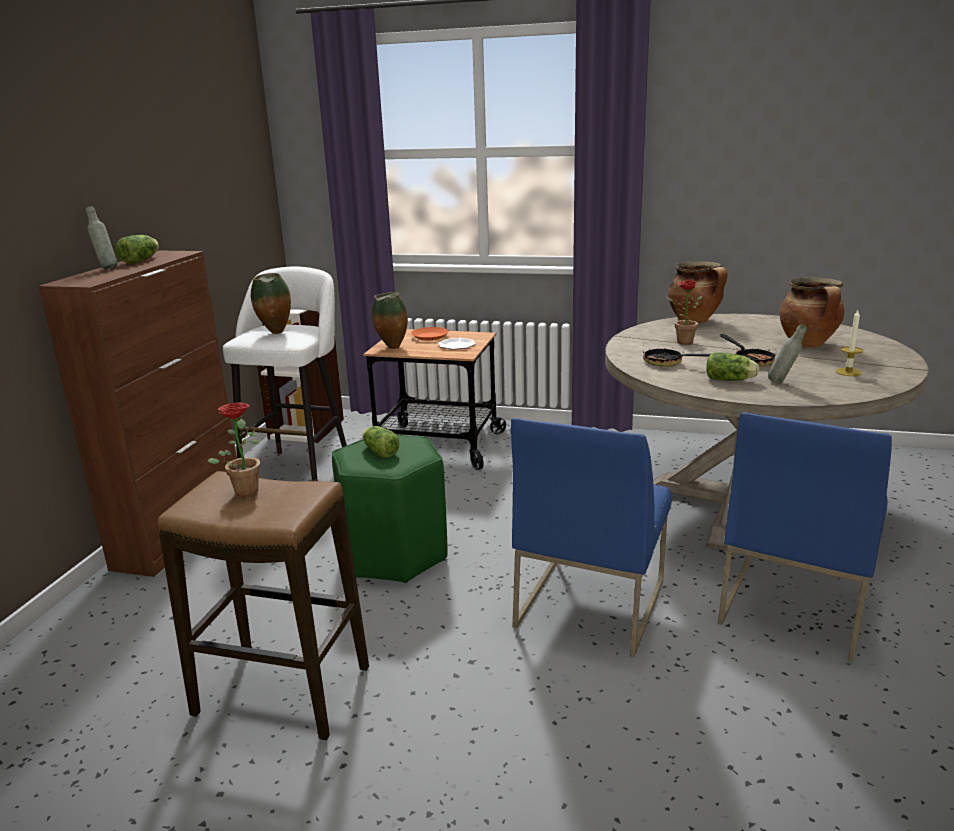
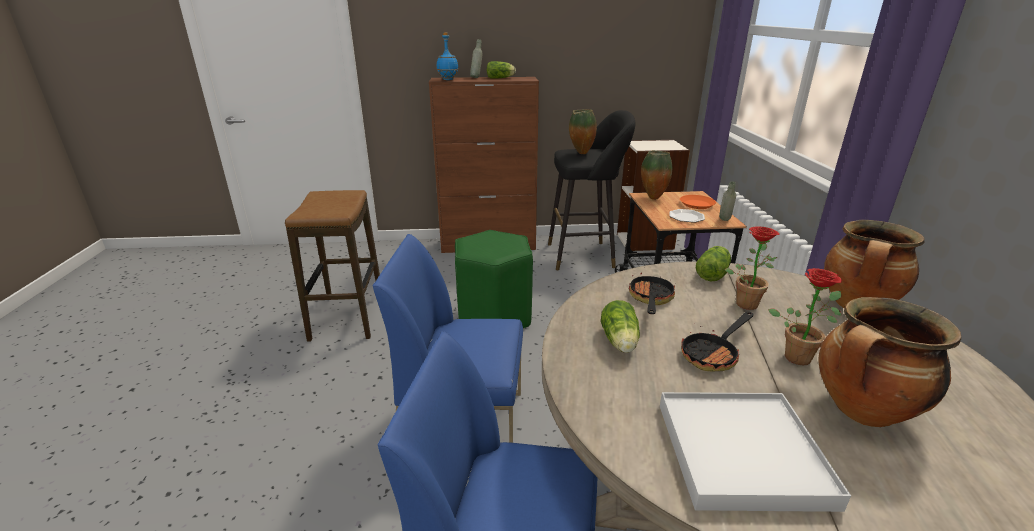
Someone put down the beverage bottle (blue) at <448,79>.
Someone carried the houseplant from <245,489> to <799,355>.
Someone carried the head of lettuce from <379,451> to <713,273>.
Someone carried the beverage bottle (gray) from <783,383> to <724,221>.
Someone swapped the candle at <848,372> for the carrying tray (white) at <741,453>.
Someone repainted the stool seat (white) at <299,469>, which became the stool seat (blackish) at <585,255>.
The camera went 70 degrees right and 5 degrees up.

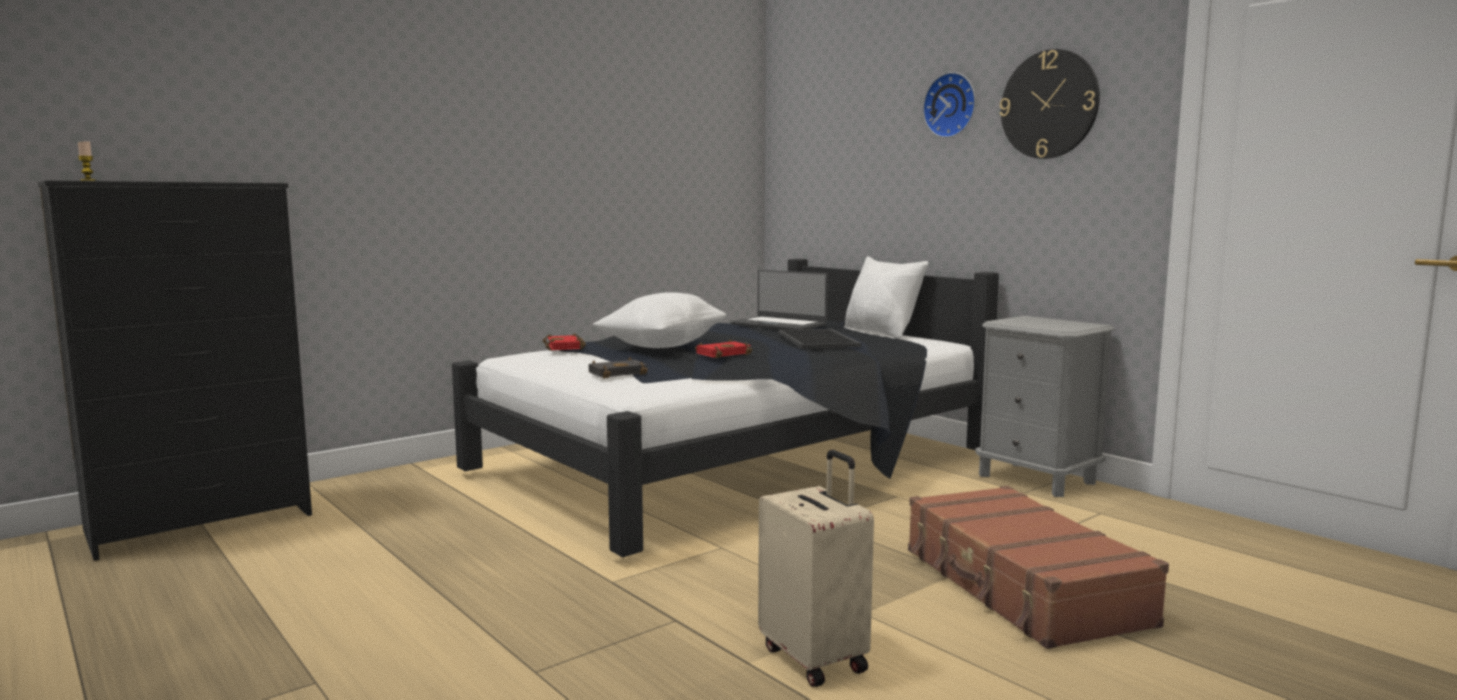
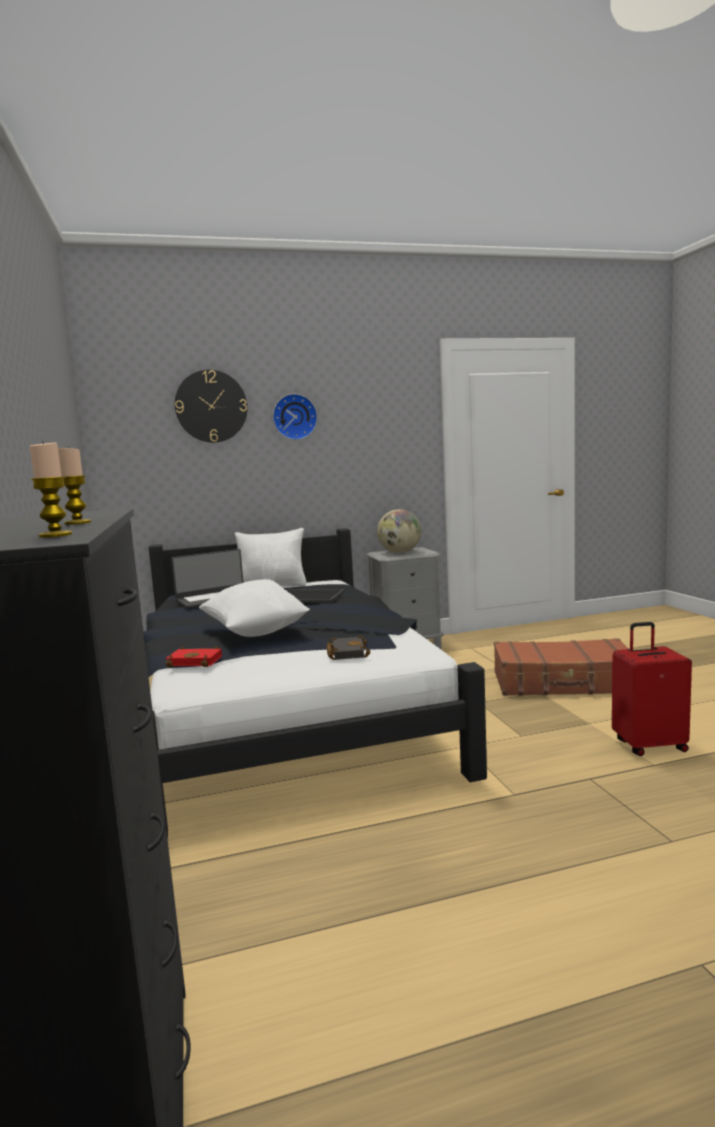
Someone took away the volume (red-coloured) at <723,353>.
Someone put down the candle at <77,523>.
Someone put down the desk globe at <400,553>.
Someone carried the clock on the wall from <1049,104> to <211,406>.
Someone repainted the piece of luggage (beige) at <816,658>, which became the piece of luggage (red-coloured) at <649,745>.
The camera went 65 degrees left and 0 degrees up.

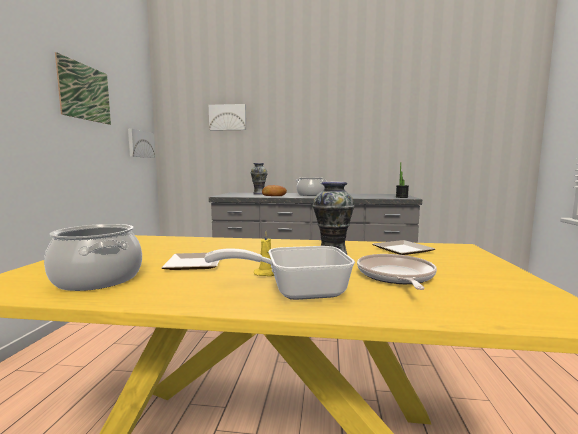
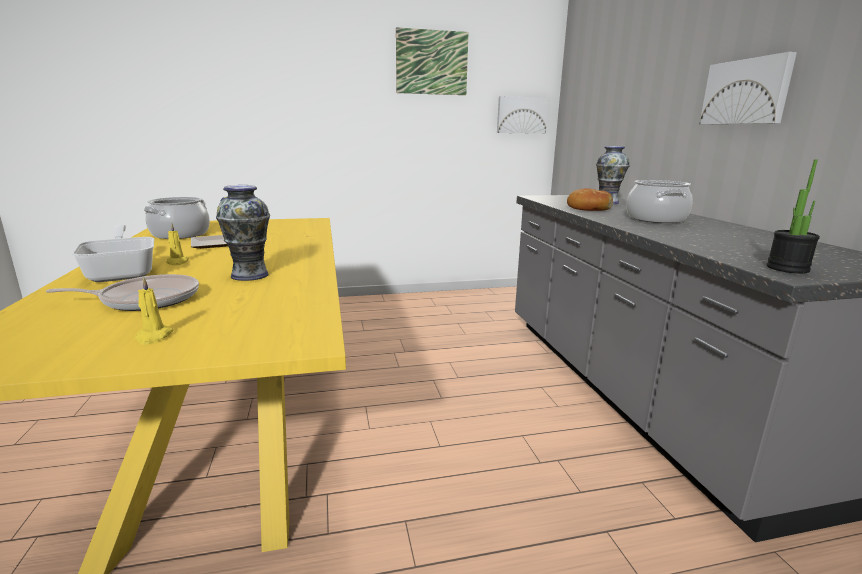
Someone took away the flat dish at <400,250>.
Someone put down the candle (yellow) at <153,337>.
Someone carried the wall picture from <228,117> to <746,92>.
The camera went 70 degrees right and 10 degrees up.

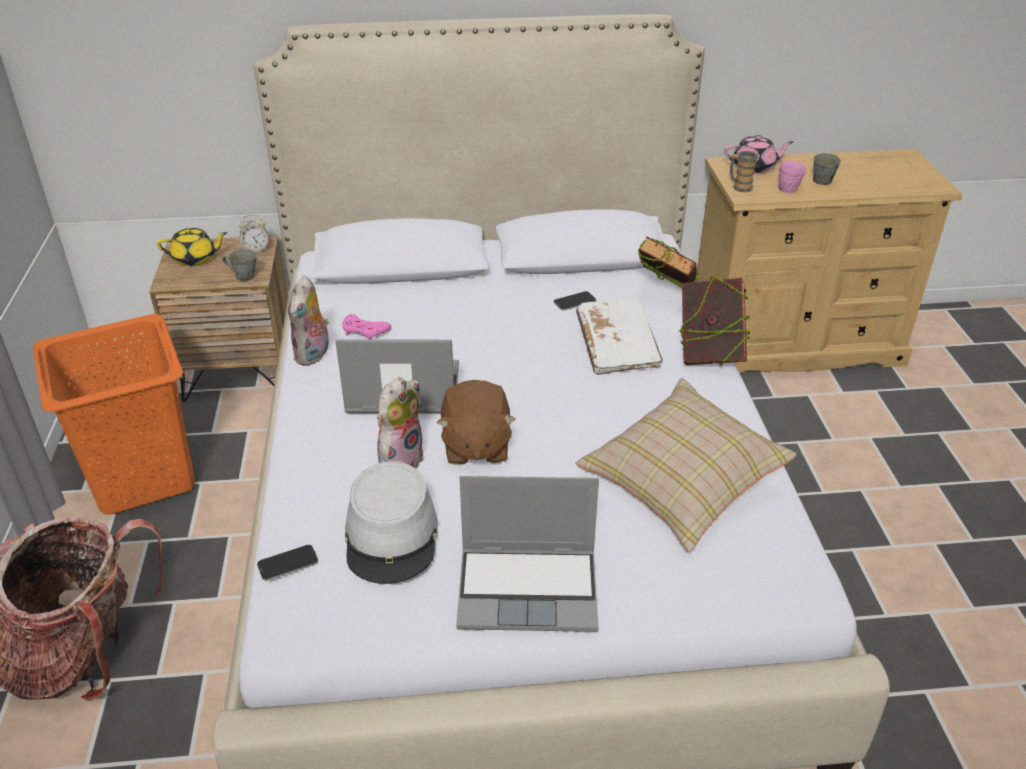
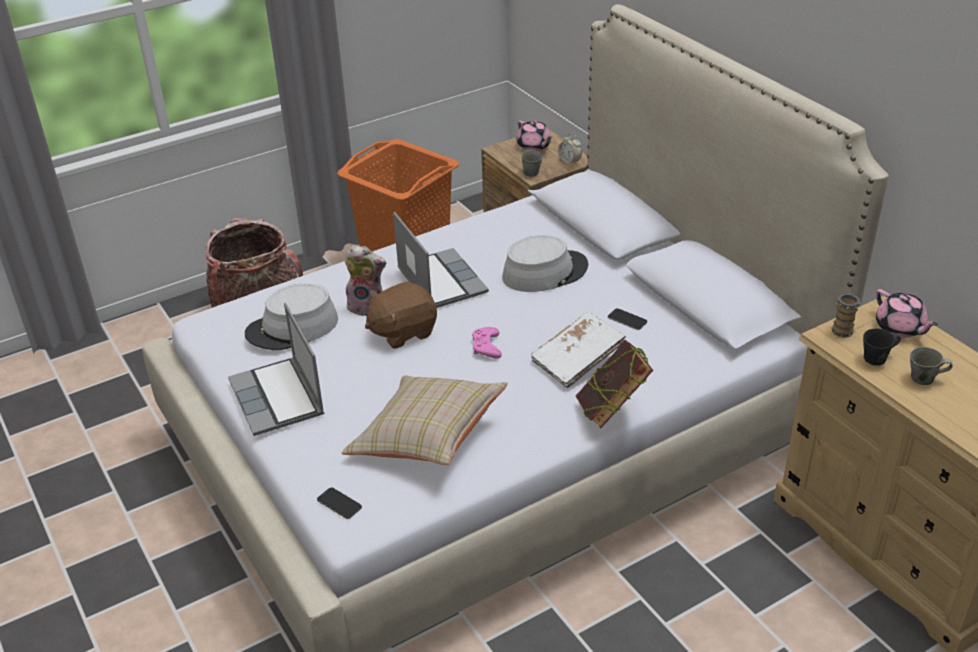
Someone took away the soft toy at <313,355>.
Someone took away the volume at <665,296>.
Someone put down the clothing hat (gray) at <545,272>.
Someone carried the telephone from <288,563> to <339,504>.
Someone carried the game controller (pink) from <365,331> to <486,346>.
Someone repainted the pot for tea (yellow) at <195,259>, which became the pot for tea (pink) at <534,146>.
Someone repainted the coffee mug (pink) at <788,188>, which became the coffee mug (blackish) at <876,359>.
The camera went 65 degrees right and 0 degrees up.

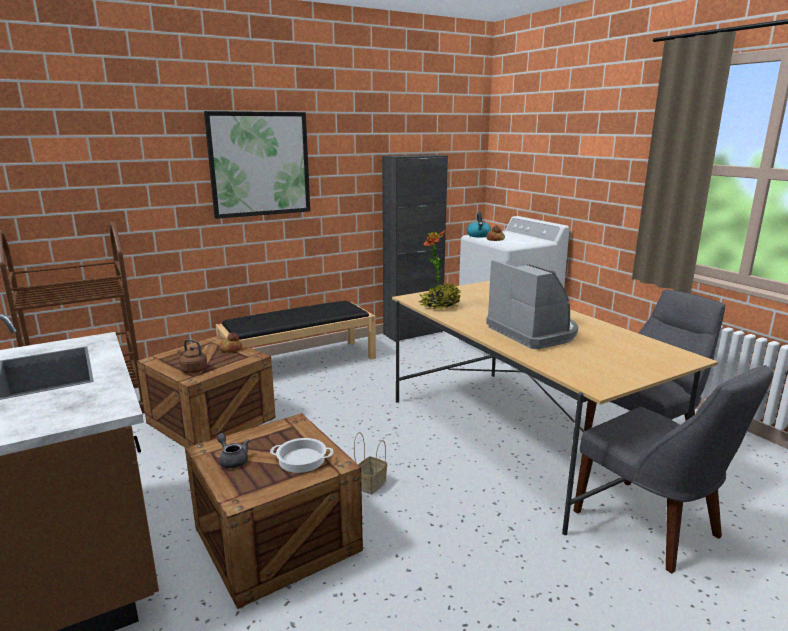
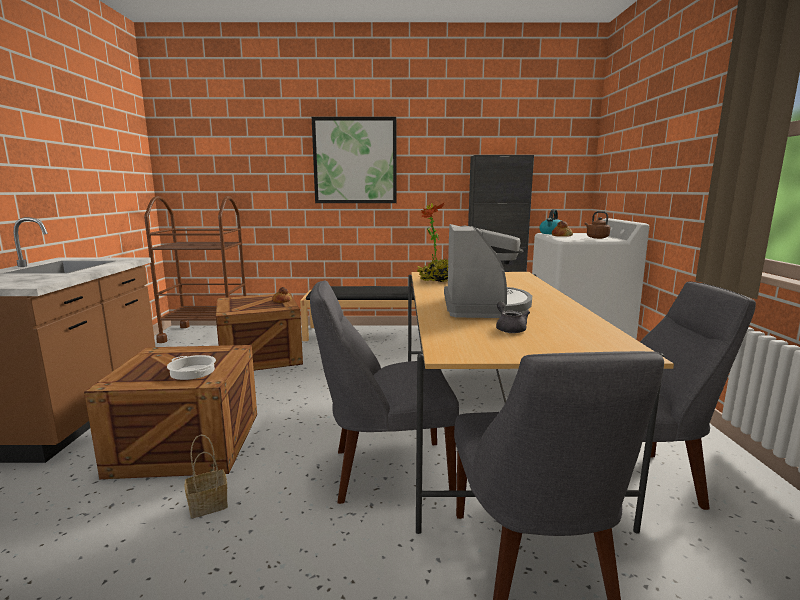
Someone put down the chair (gray) at <385,471>.
Someone carried the tea kettle (brown-coloured) from <193,370> to <596,238>.
Someone carried the pot for tea (gray) from <232,460> to <509,328>.
Someone carried the storage basket from <370,483> to <209,504>.
The camera went 30 degrees right and 5 degrees down.

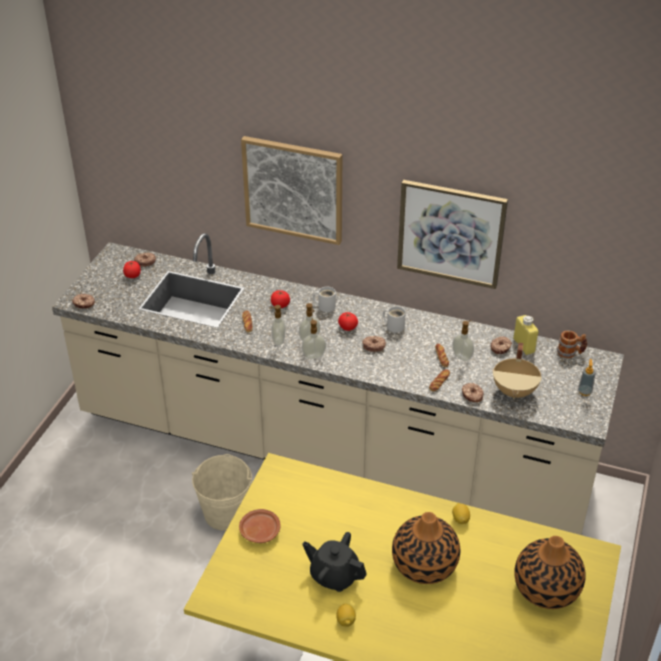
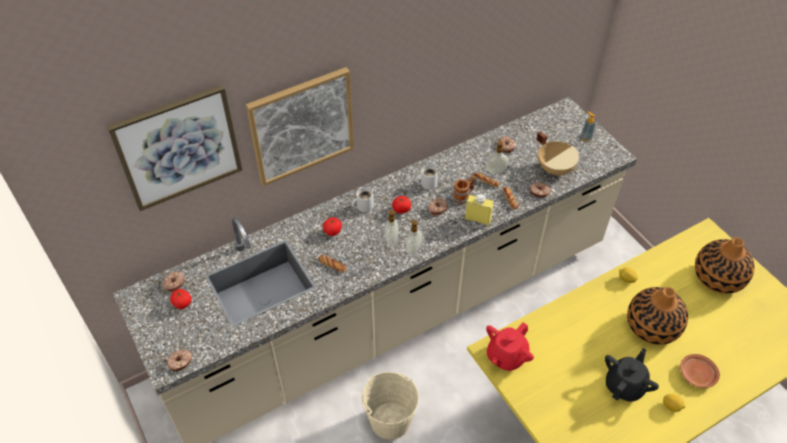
Someone took away the soap bottle at <278,341>.
Someone put down the pot for tea (red-coloured) at <506,356>.
Someone carried the flat dish (brown-coloured) from <260,531> to <696,374>.
Someone carried the wall picture from <451,233> to <178,147>.
Someone carried the beverage bottle (yellow) from <524,345> to <477,219>.
Someone carried the coffee mug from <570,353> to <463,196>.
Someone rotated the pot for tea (blackish) at <334,576> by 150 degrees clockwise.
The camera went 50 degrees left and 10 degrees up.

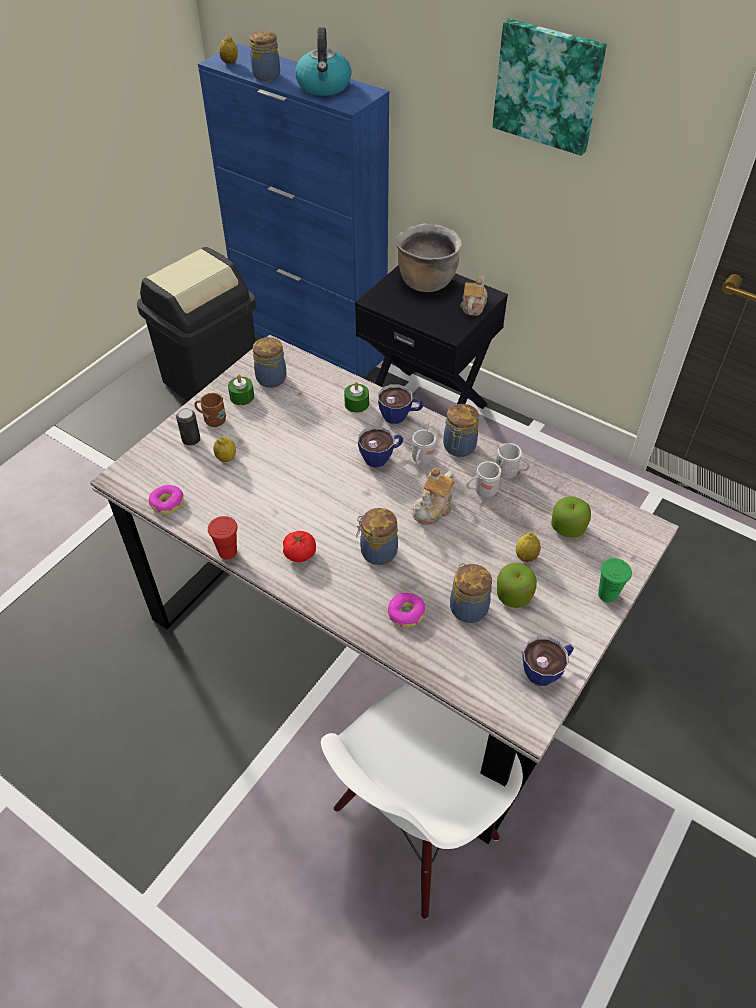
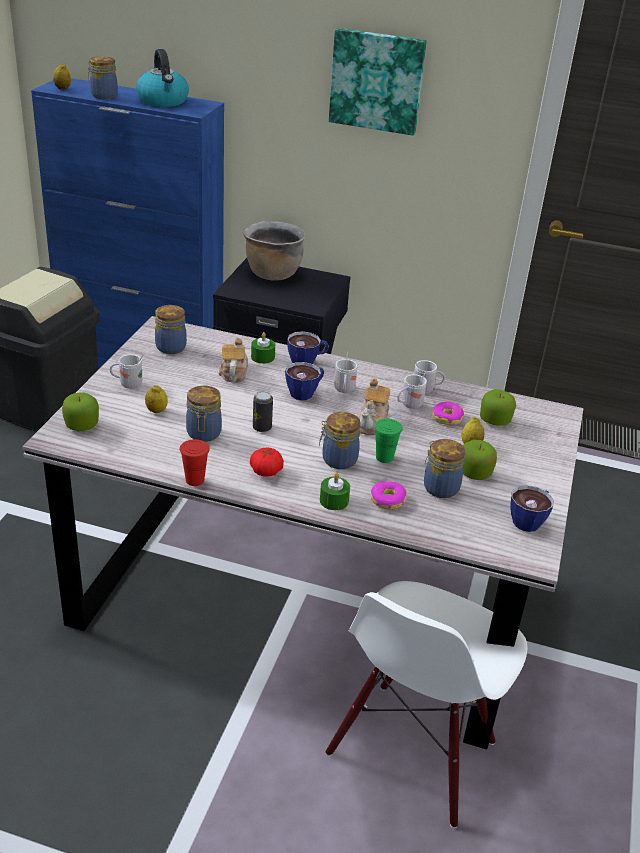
Someone put down the apple at <82,425>.
Someone carried the doughnut from <167,503> to <447,418>.
Someone carried the can from <191,440> to <262,427>.
Someone carried the candle (greenish) from <242,396> to <334,500>.
Someone carried the storage jar from <459,447> to <203,434>.
Someone carried the pot for tea from <473,306> to <233,373>.
Someone carried the cup (greenish) from <607,594> to <384,457>.
Someone repainted the coffee mug (brown-coloured) at <212,420>, which became the coffee mug (white) at <127,384>.
The camera went 20 degrees left and 15 degrees down.

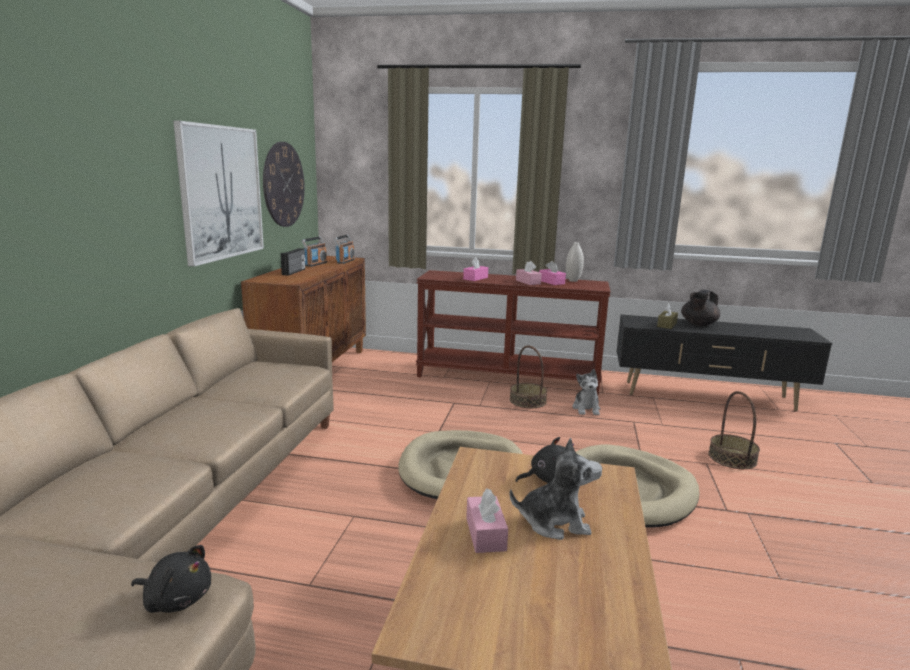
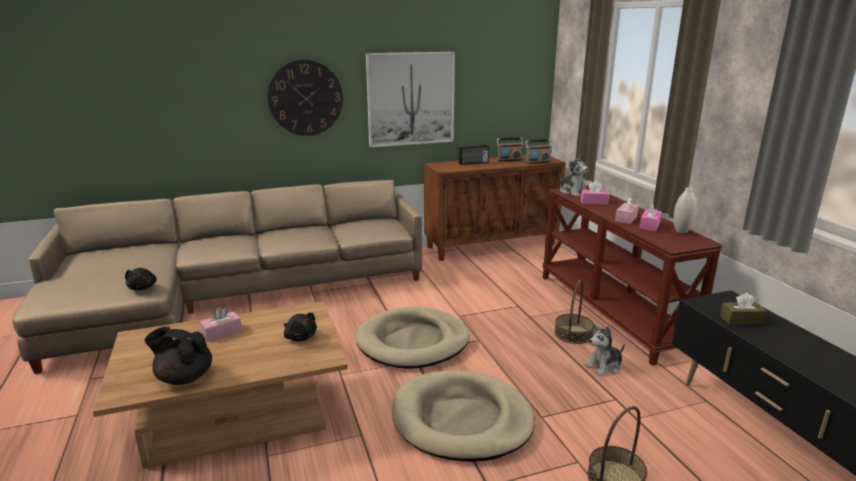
Someone carried the clock on the wall from <283,184> to <306,98>.
Someone carried the soft toy from <554,522> to <572,192>.
Someone carried the pot for tea (blackish) from <698,324> to <184,377>.
The camera went 60 degrees right and 5 degrees up.

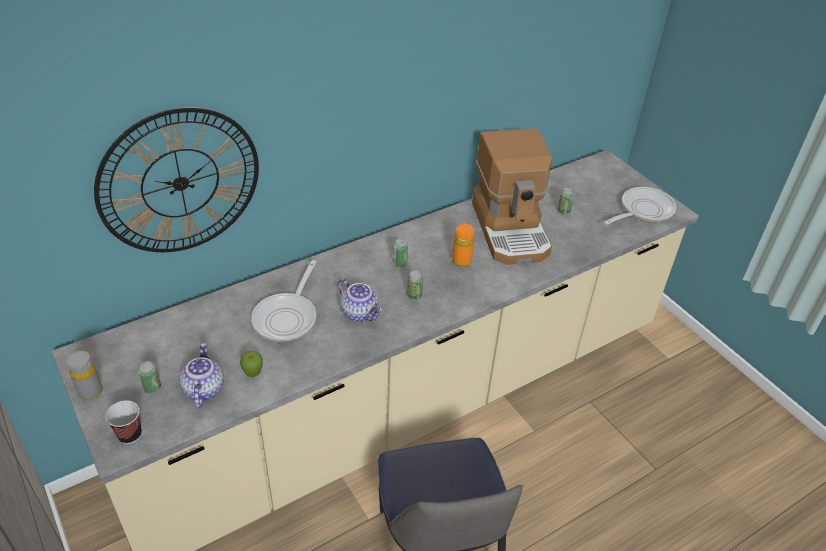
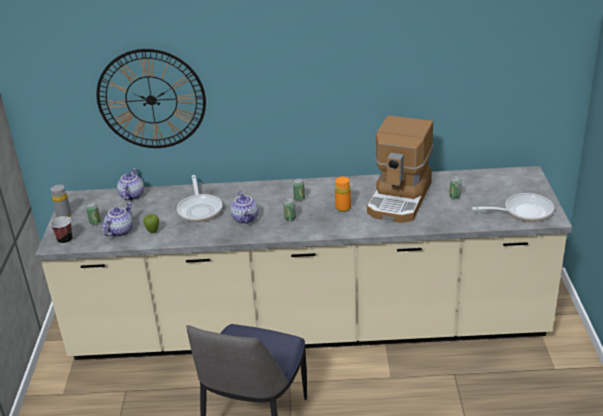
Someone put down the pot for tea at <131,195>.
Someone rotated the pan at <287,317> by 60 degrees counterclockwise.
The camera went 35 degrees right and 10 degrees down.

